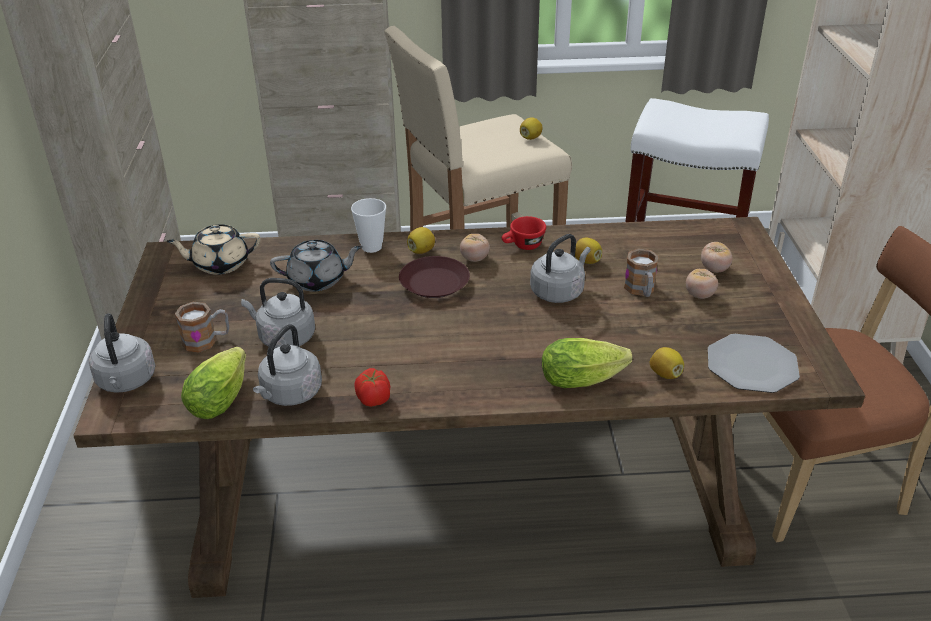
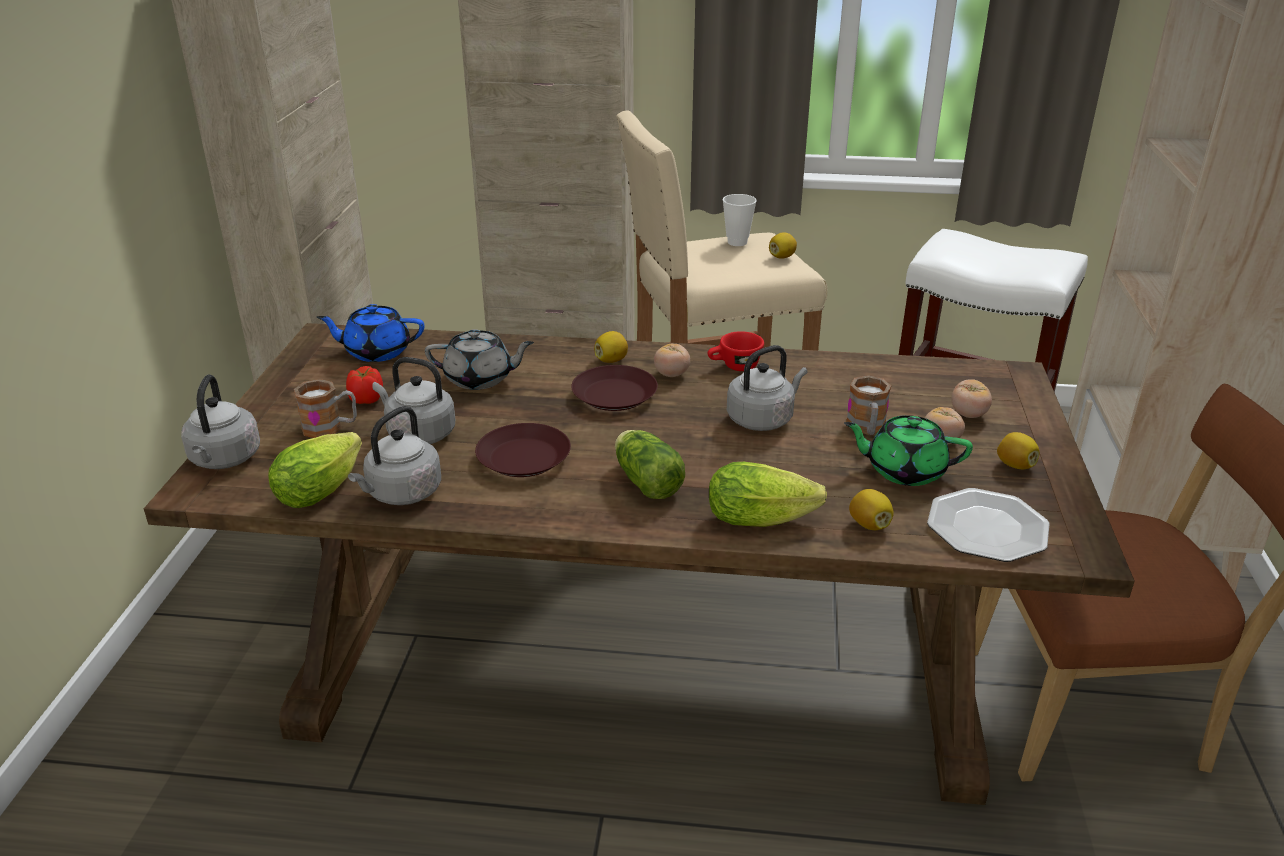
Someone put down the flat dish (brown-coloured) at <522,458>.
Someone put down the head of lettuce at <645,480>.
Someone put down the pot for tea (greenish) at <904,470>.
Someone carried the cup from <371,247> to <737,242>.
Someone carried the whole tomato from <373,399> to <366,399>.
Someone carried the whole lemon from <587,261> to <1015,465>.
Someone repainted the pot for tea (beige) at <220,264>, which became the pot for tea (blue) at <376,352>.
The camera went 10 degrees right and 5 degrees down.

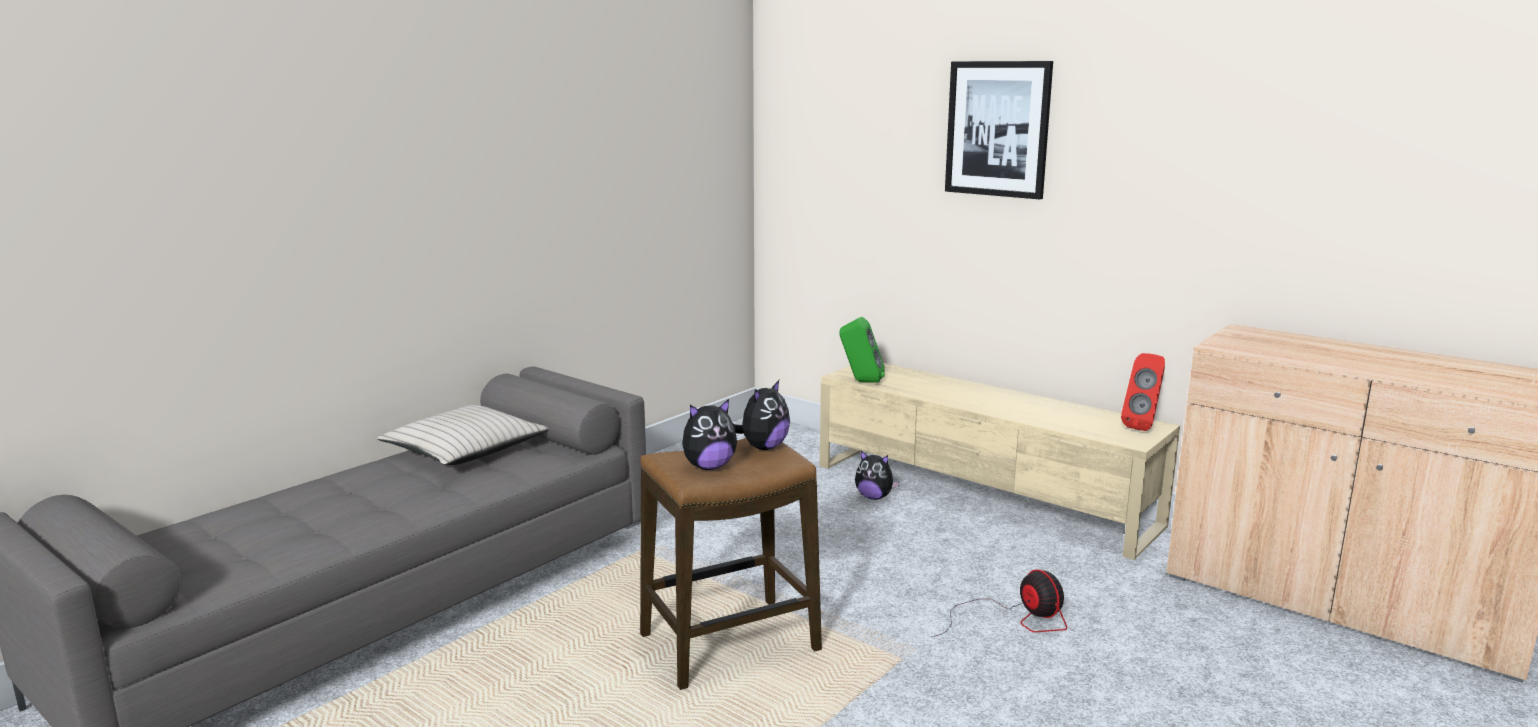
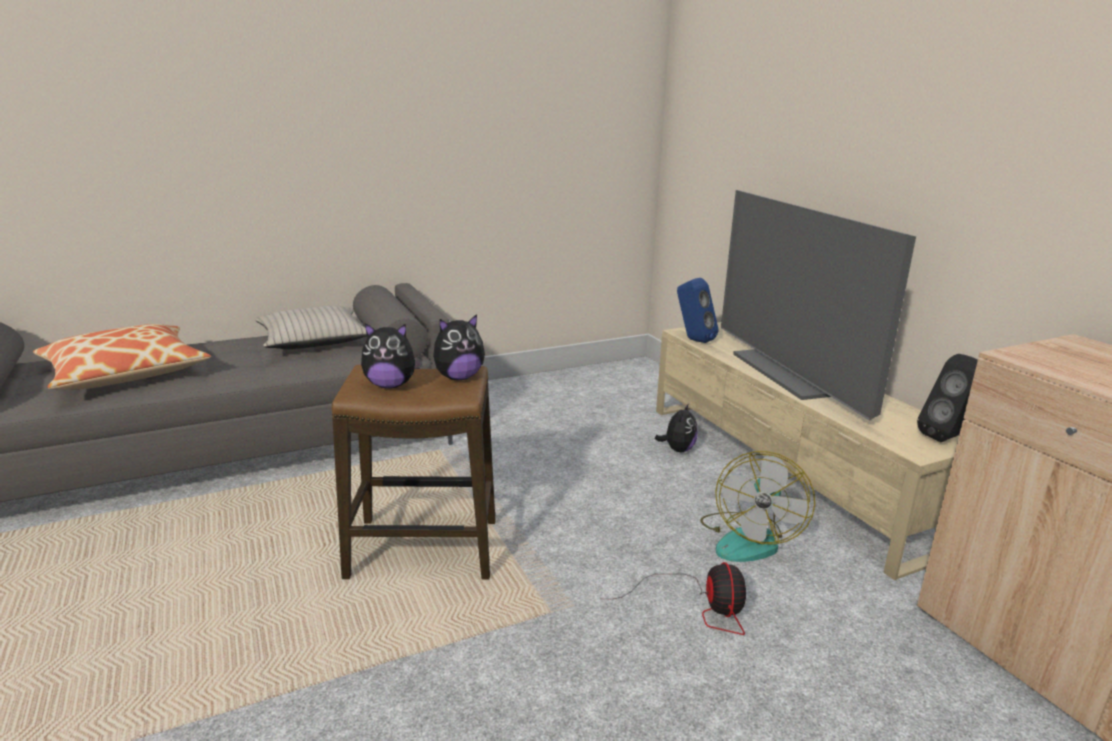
Someone took away the wall picture at <997,129>.
Someone put down the throw pillow at <125,373>.
Someone put down the fan at <749,539>.
Someone put down the TV set at <792,373>.
Someone repainted the speaker (greenish) at <861,381>, which became the speaker (blue) at <693,340>.
Someone repainted the speaker (red-coloured) at <1143,426>, which became the speaker (blackish) at <947,437>.
Someone rotated the soft toy at <874,497> by 120 degrees counterclockwise.
The camera went 25 degrees right and 5 degrees up.

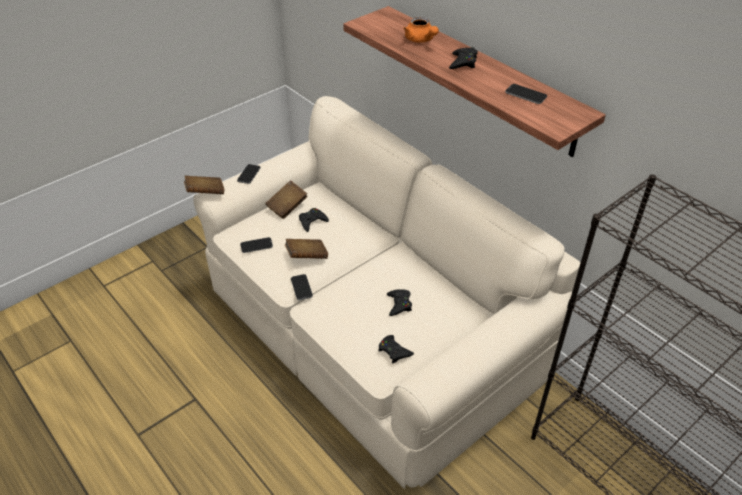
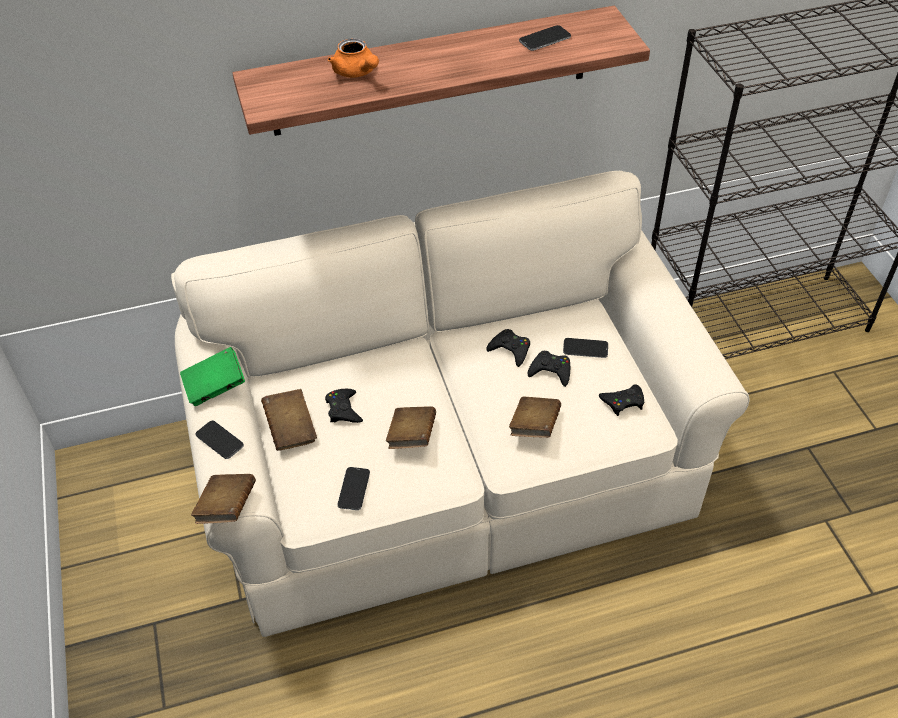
Someone put down the volume (greenish) at <215,387>.
Someone put down the volume (brown-coloured) at <534,427>.
Someone carried the telephone from <301,287> to <585,348>.
Someone carried the game controller (blackish) from <463,62> to <510,350>.
Someone rotated the pot for tea (orange) at <421,40> by 60 degrees clockwise.
The camera went 65 degrees left and 5 degrees up.

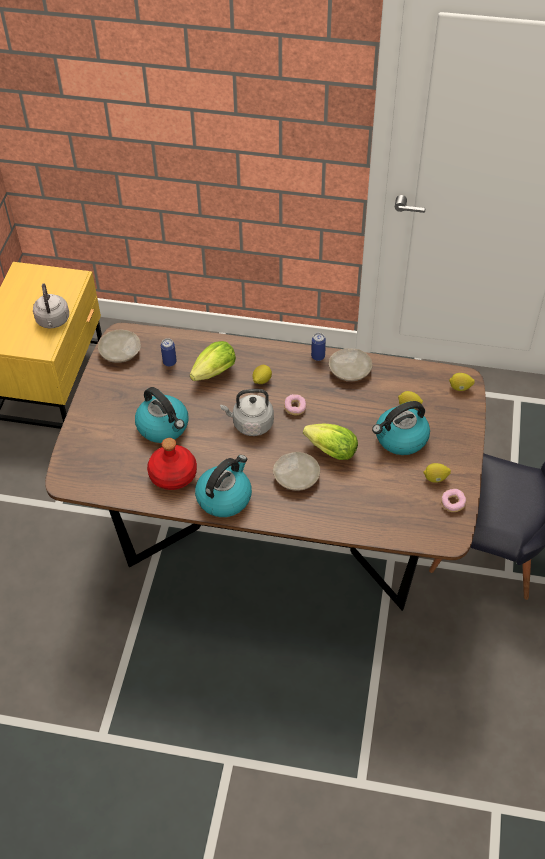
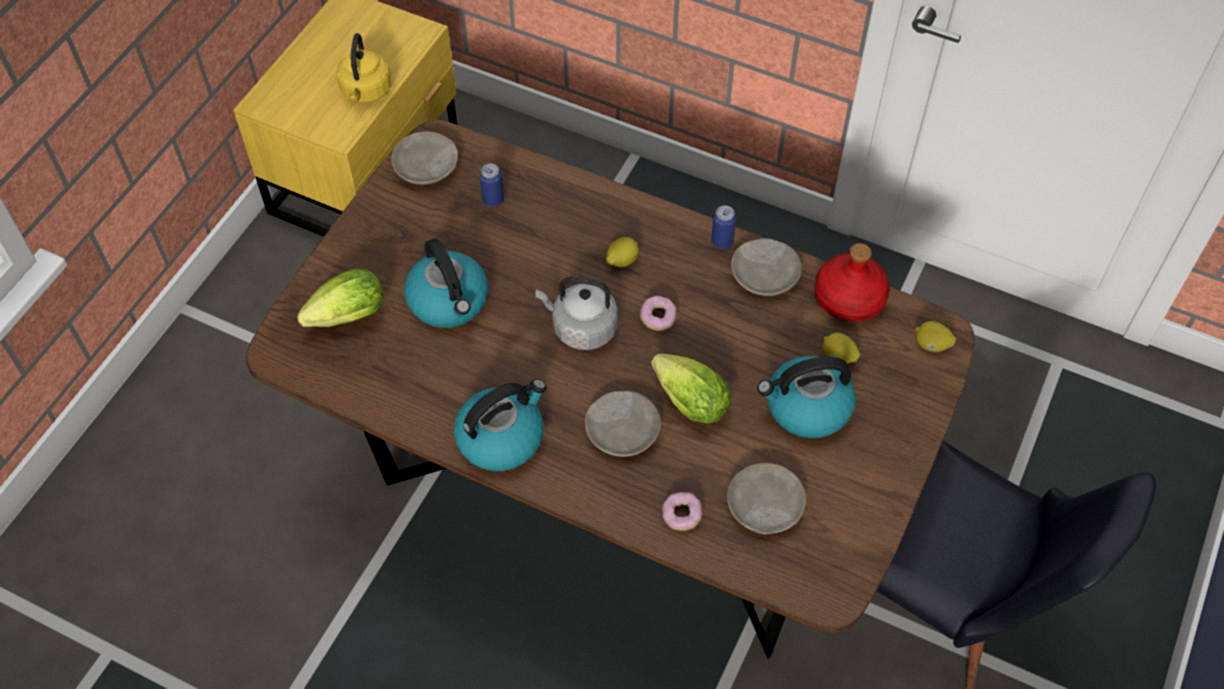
Someone took away the whole lemon at <435,478>.
Someone put down the flat dish (beige) at <764,505>.
Someone carried the beverage bottle (red-coloured) from <173,474> to <849,298>.
Someone carried the head of lettuce from <212,374> to <344,318>.
Someone carried the doughnut from <452,503> to <681,515>.
Someone repainted the tea kettle (gray) at <53,321>, which became the tea kettle (yellow) at <366,92>.
The camera went 15 degrees right and 5 degrees up.

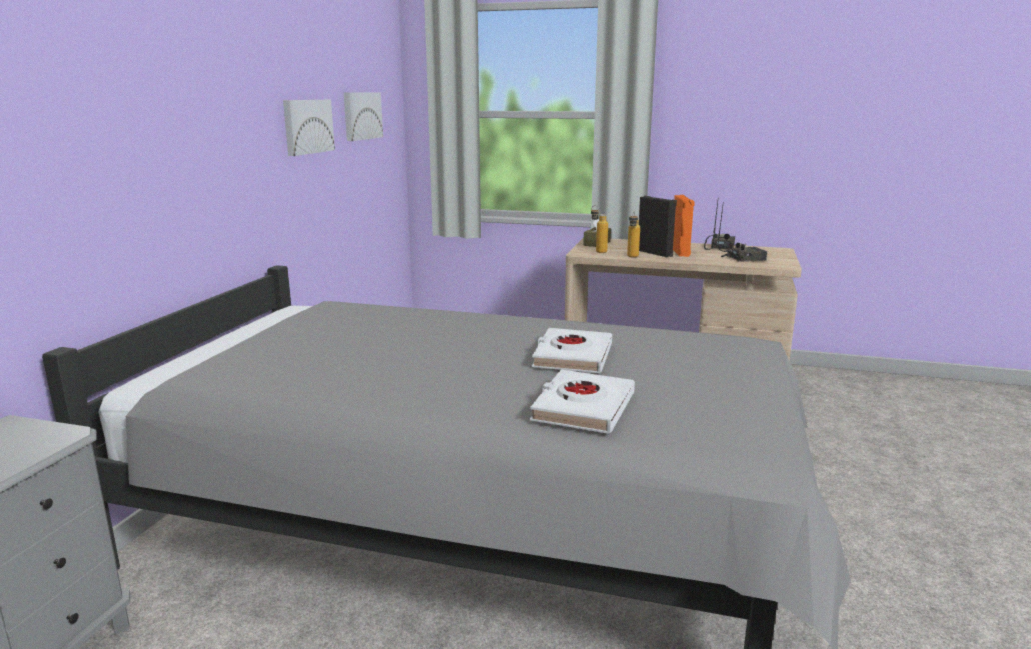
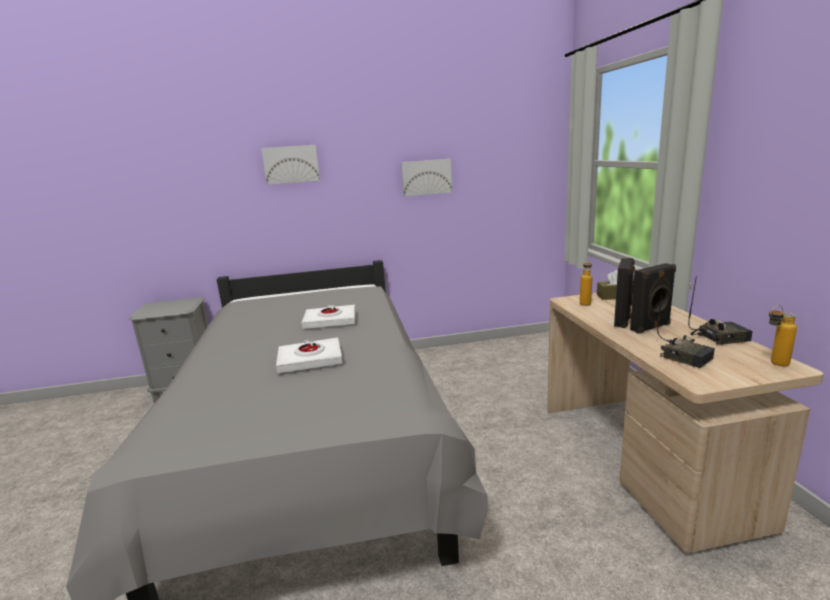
Someone carried the wall picture from <361,116> to <291,164>.
Someone carried the volume (white) from <583,408> to <330,321>.
Someone carried the beverage bottle from <632,257> to <774,364>.
Someone repainted the speaker (orange) at <681,252>, which became the speaker (blackish) at <651,327>.
The camera went 65 degrees right and 0 degrees up.

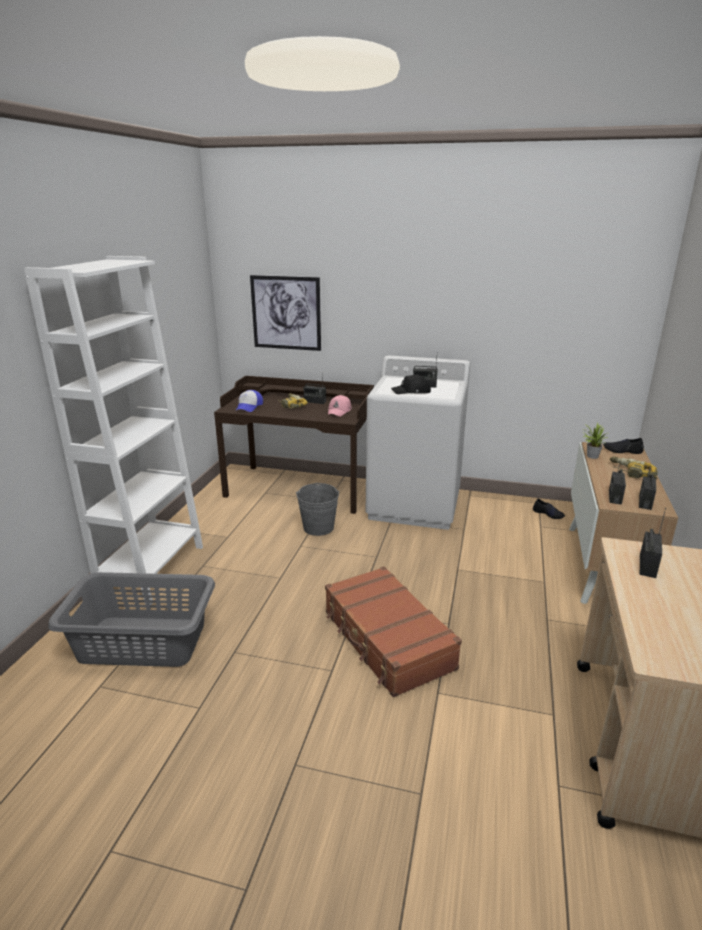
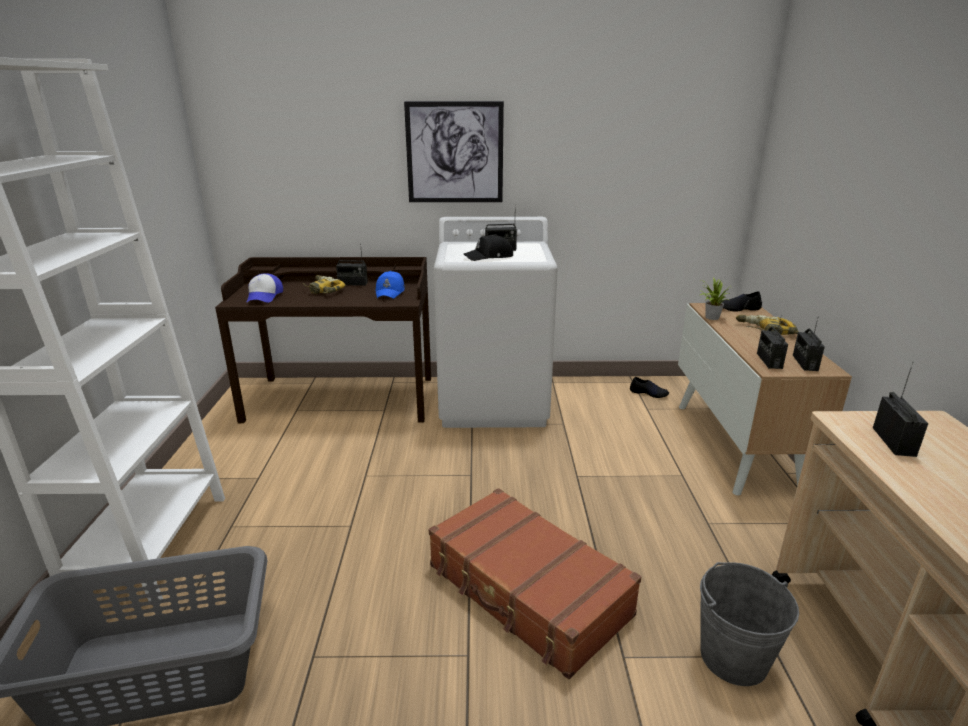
Someone carried the wall picture from <286,313> to <454,153>.
Someone carried the bucket (gray) from <318,527> to <733,657>.
Someone repainted the peaked cap (pink) at <339,411>, which became the peaked cap (blue) at <390,292>.
The camera went 15 degrees left and 0 degrees up.

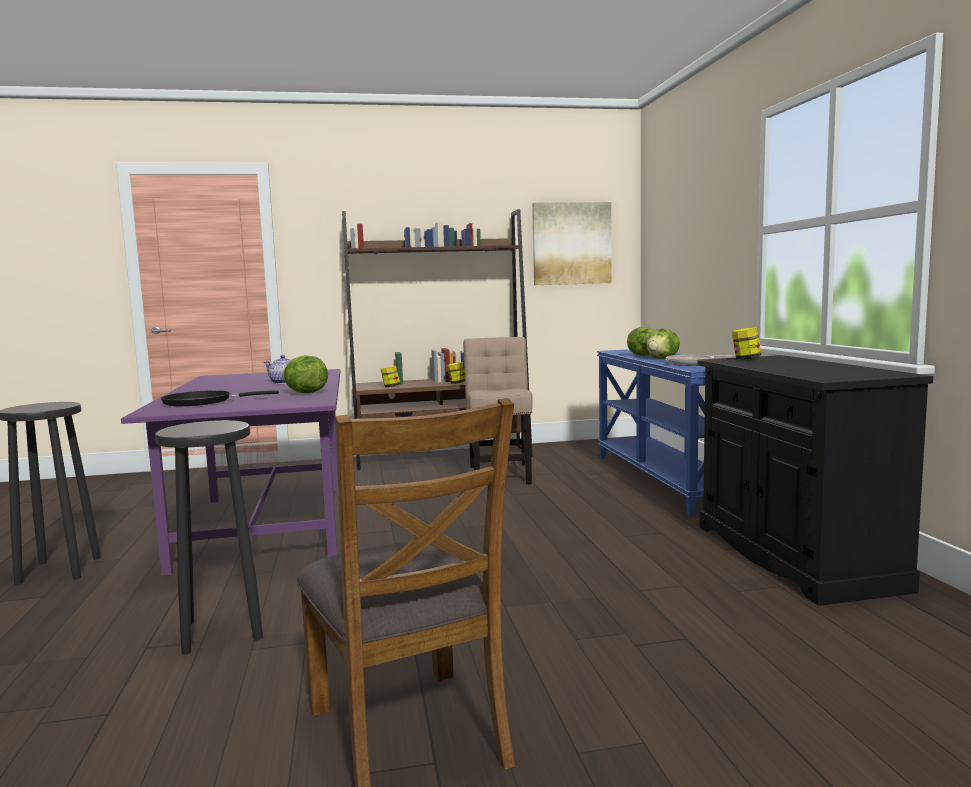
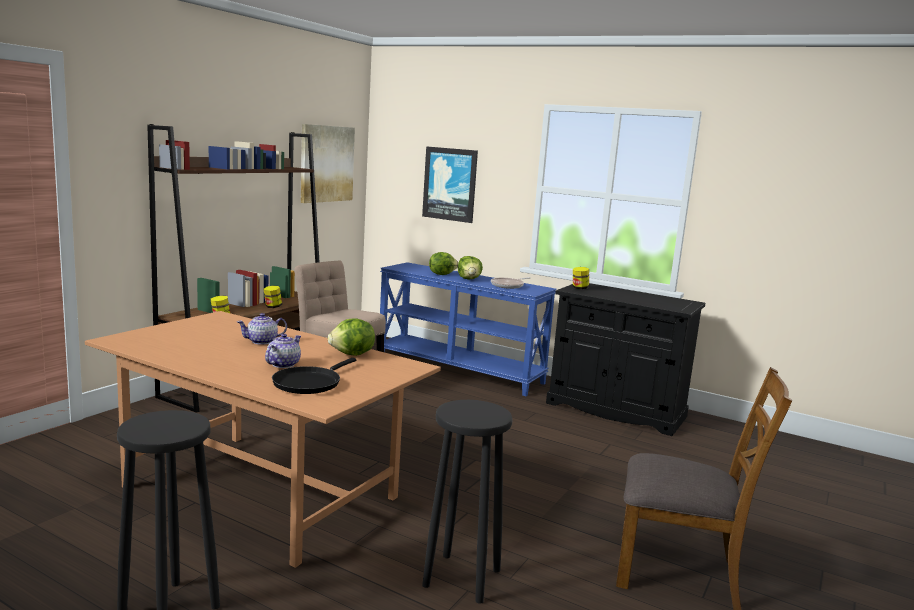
Someone put down the pot for tea at <282,364>.
Someone put up the wall picture at <450,184>.
Someone repainted the kitchen table (purple-coloured) at <264,525>, which became the kitchen table (brown-coloured) at <259,492>.
The camera went 50 degrees left and 5 degrees up.

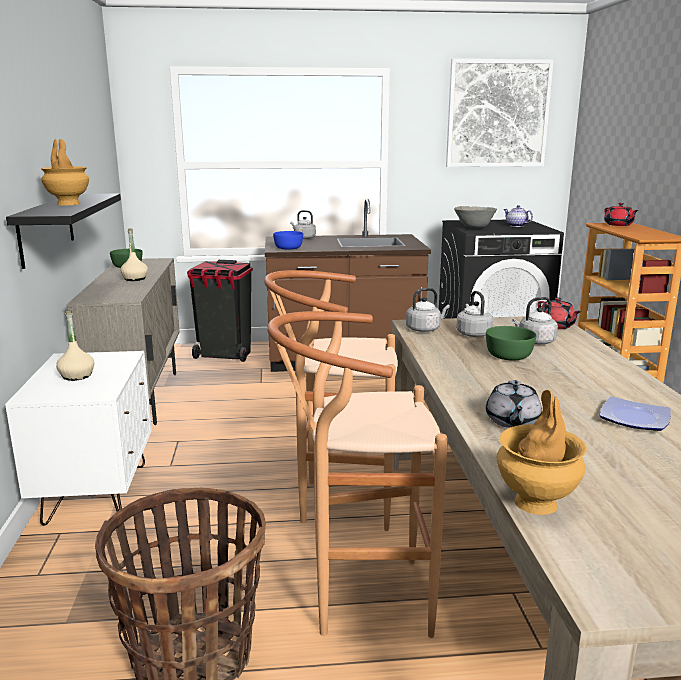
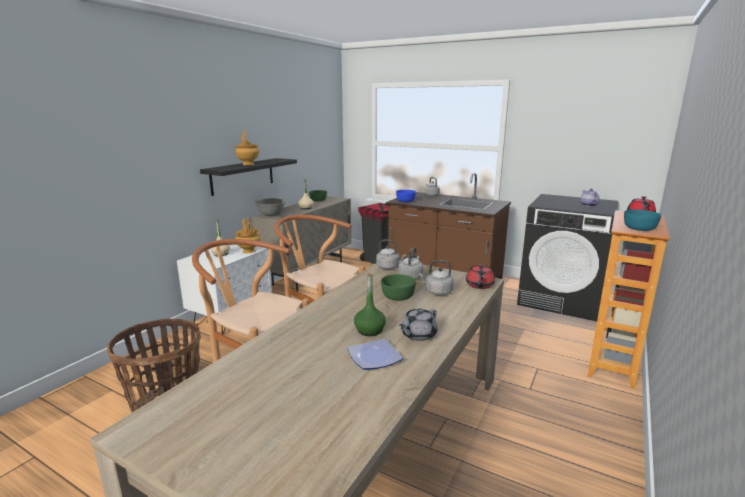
Someone took away the wall picture at <497,114>.
Someone put down the beverage bottle (greenish) at <370,330>.
Someone put down the bowl (turquoise) at <639,228>.
Someone carried the bowl (gray) from <474,228> to <271,215>.
Someone carried the pot for tea (gray) from <512,421> to <418,335>.
Someone carried the vase (brown-coloured) from <536,503> to <248,251>.
The camera went 35 degrees right and 0 degrees up.

